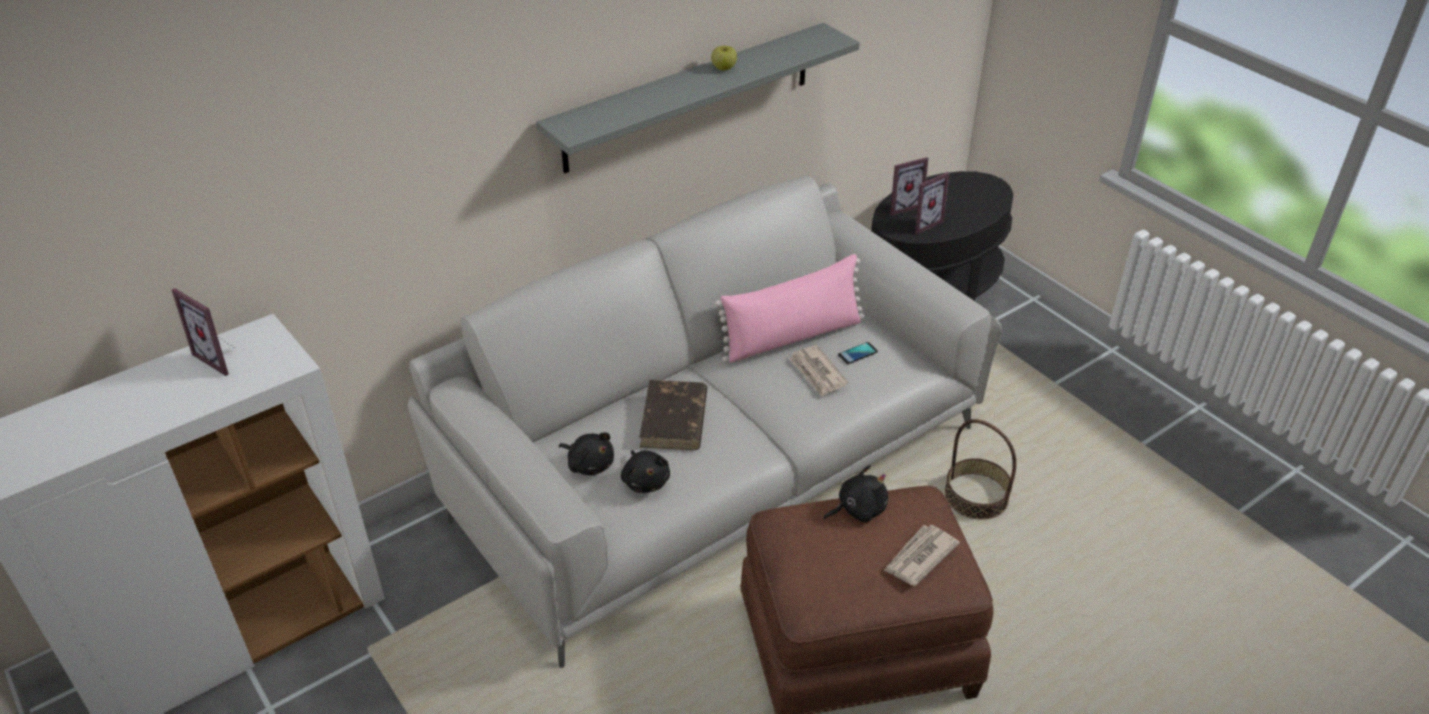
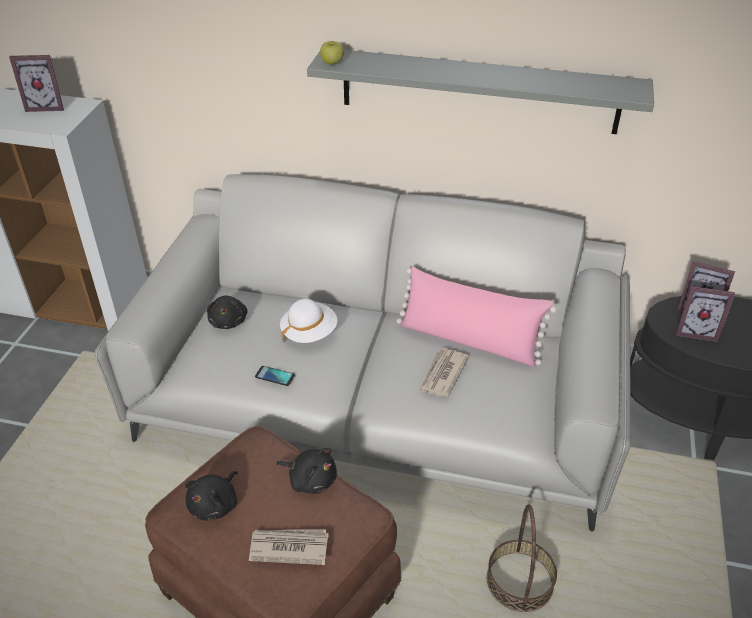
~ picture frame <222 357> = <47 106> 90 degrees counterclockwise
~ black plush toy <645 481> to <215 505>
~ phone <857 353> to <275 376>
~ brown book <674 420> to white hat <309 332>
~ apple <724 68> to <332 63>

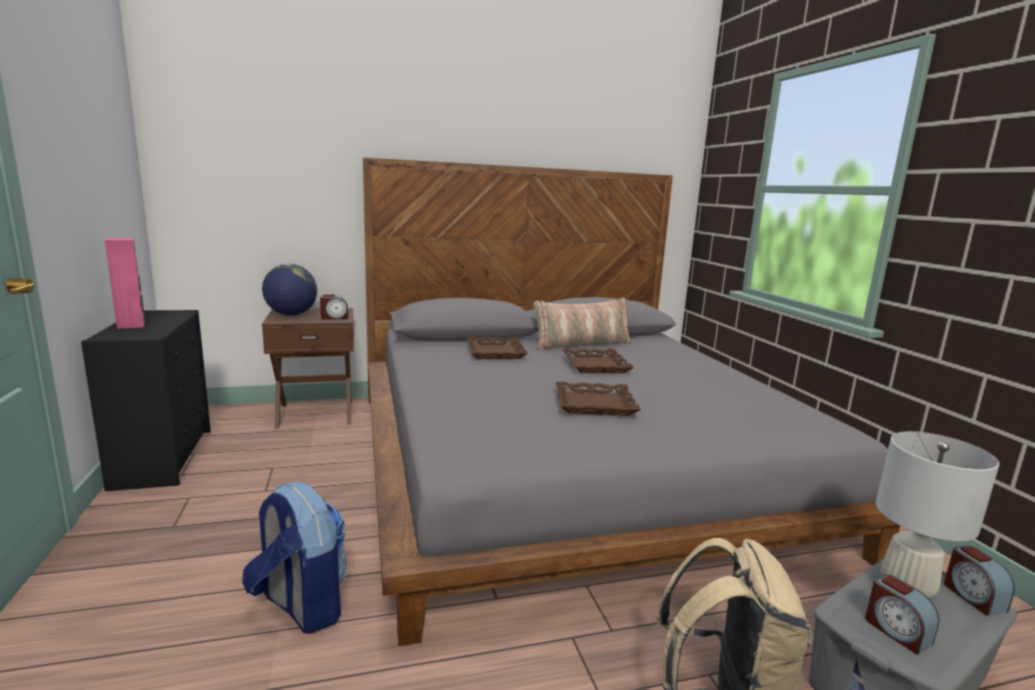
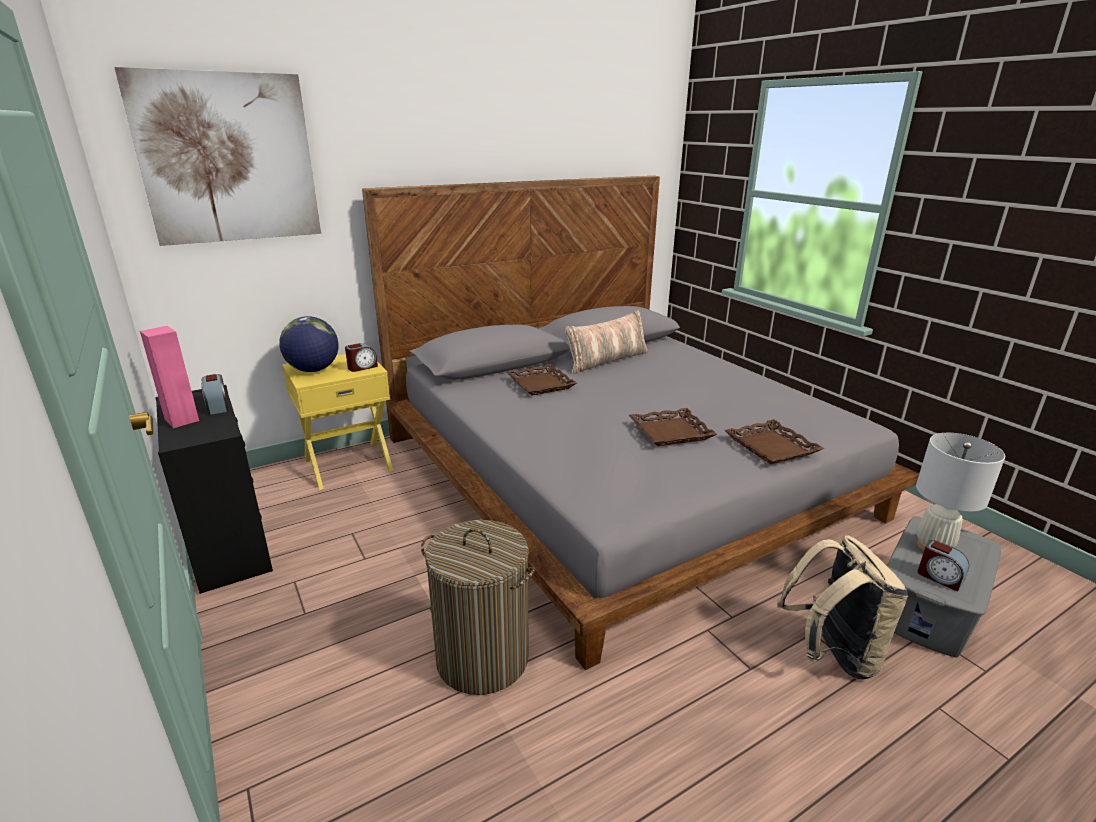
+ picture <228 159>
~ alarm clock <973 597> to <217 407>
~ brown nightstand <315 413> to yellow nightstand <348 464>
~ backpack <300 606> to laundry basket <482 658>
~ brown tray <596 365> to <772 447>

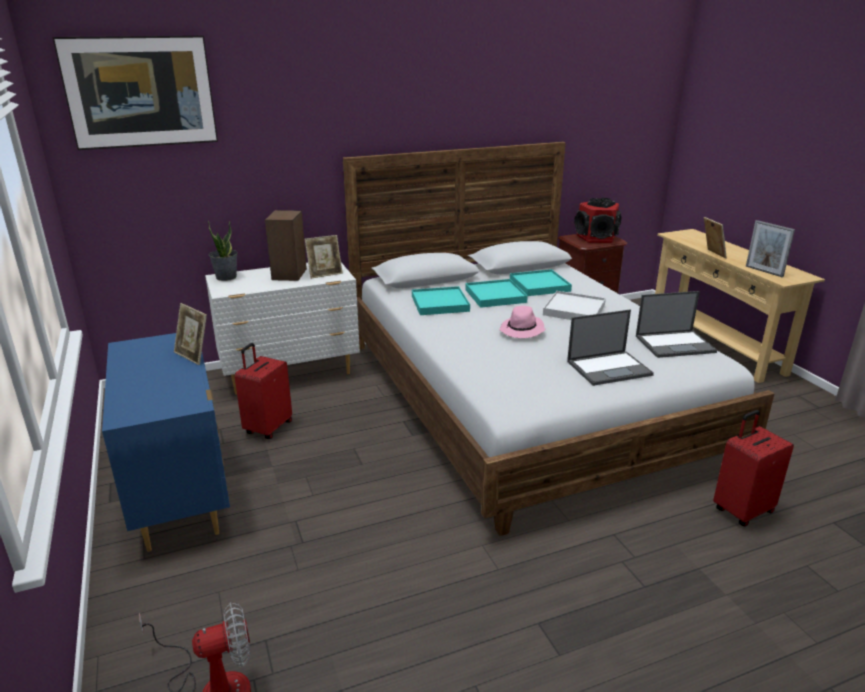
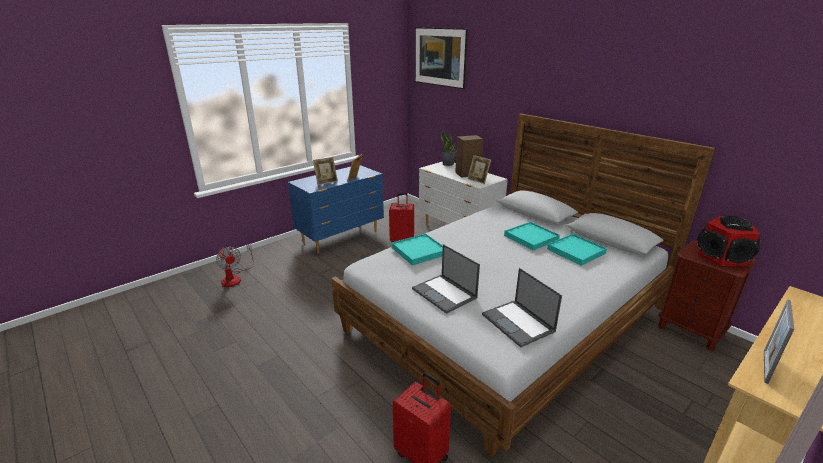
~ picture frame <711 254> to <326 182>
~ turquoise tray <440 304> to <419 251>
- pink hat <522 330>
- white tray <574 310>

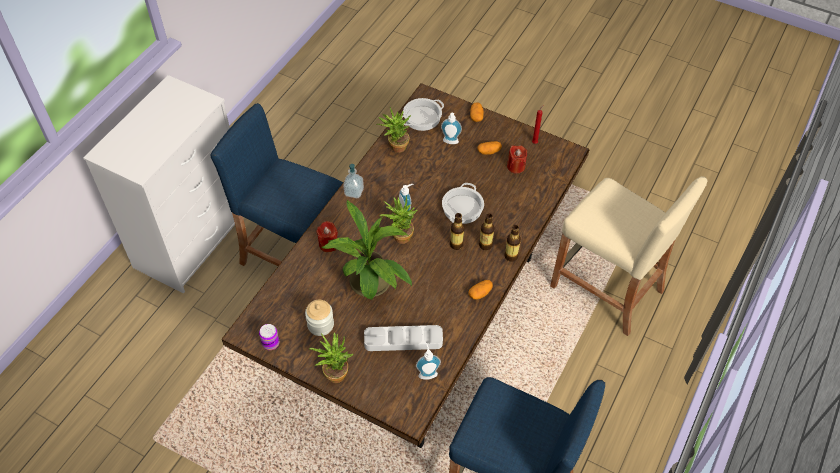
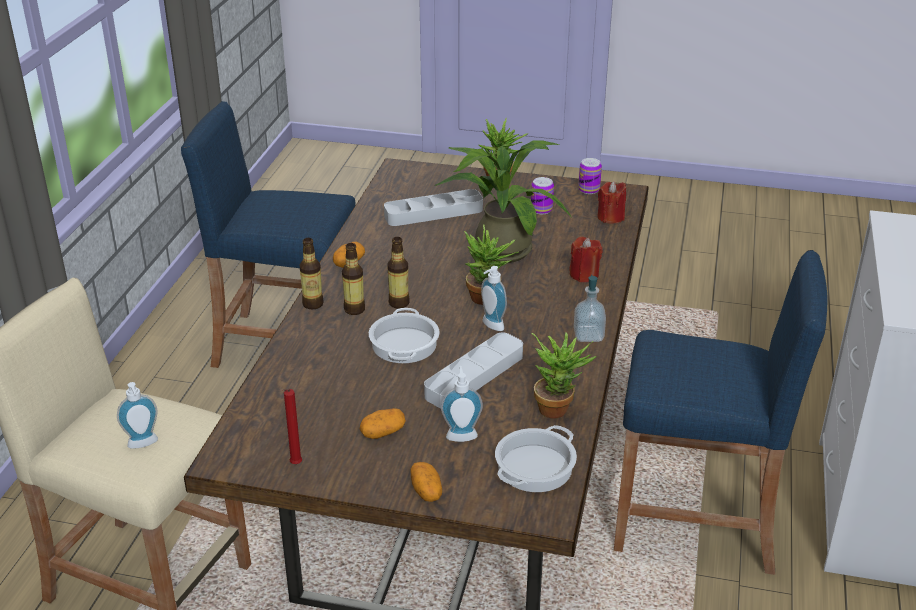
~ soap dispenser <427 373> to <143 445>
+ grey tray <474 376>
~ jar <320 325> to can <541 209>
~ red candle <516 166> to <610 217>

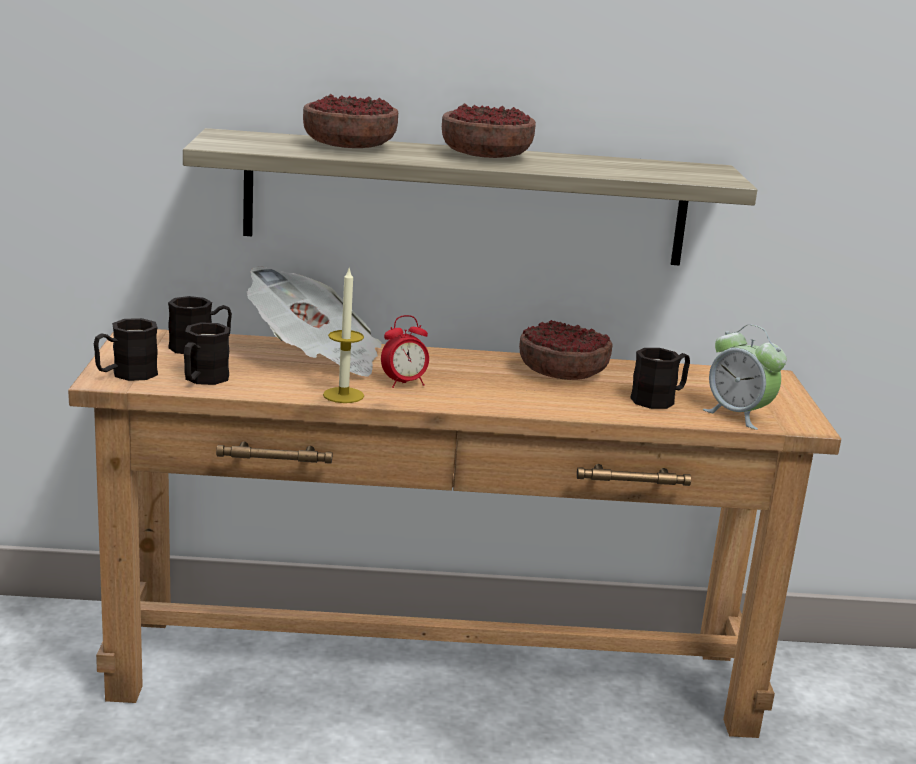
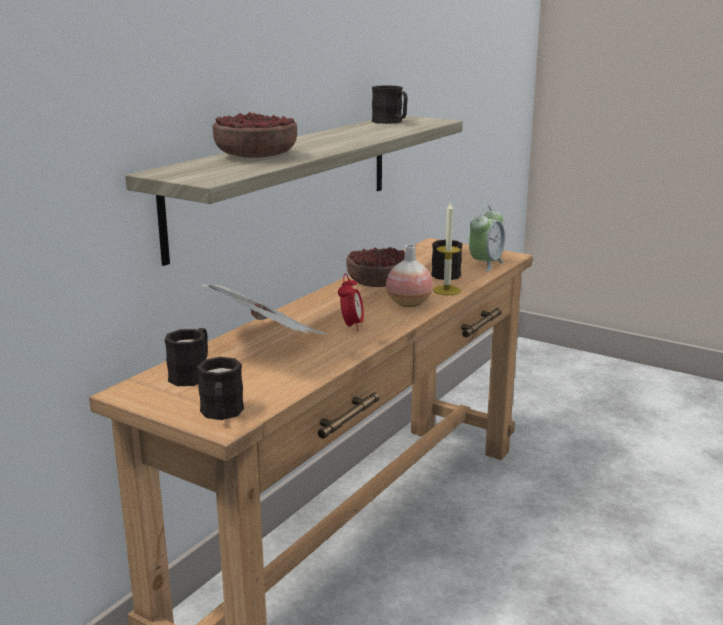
~ black mug <202 380> to <391 122>
+ vase <409 303>
~ candle <343 395> to <447 290>
~ alarm clock <738 415> = <485 264> 45 degrees counterclockwise
- bowl <487 155>

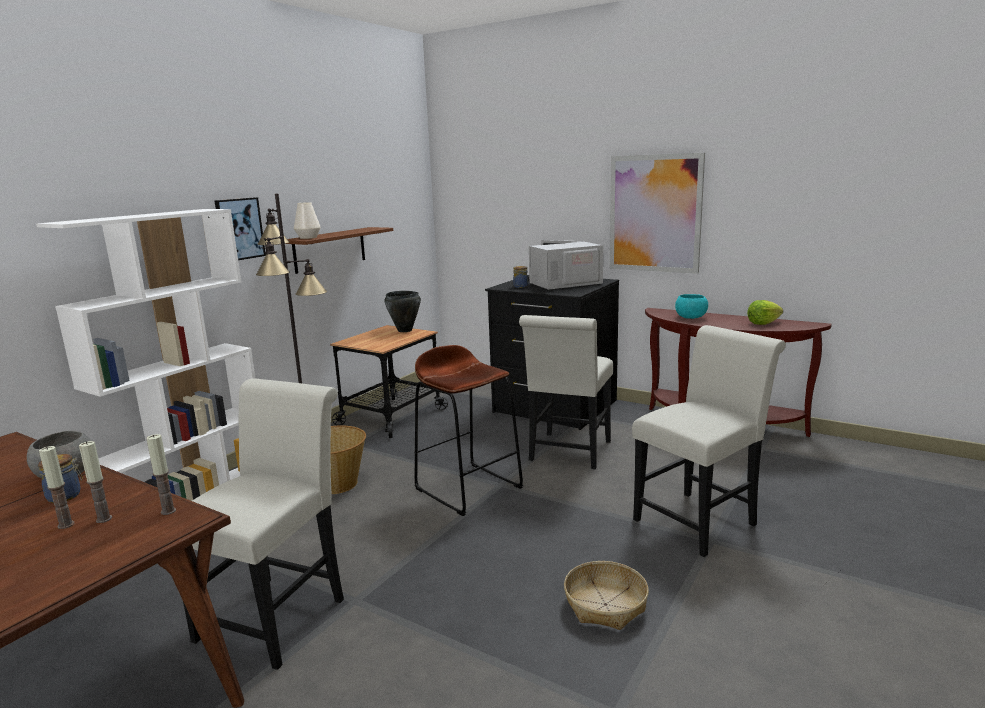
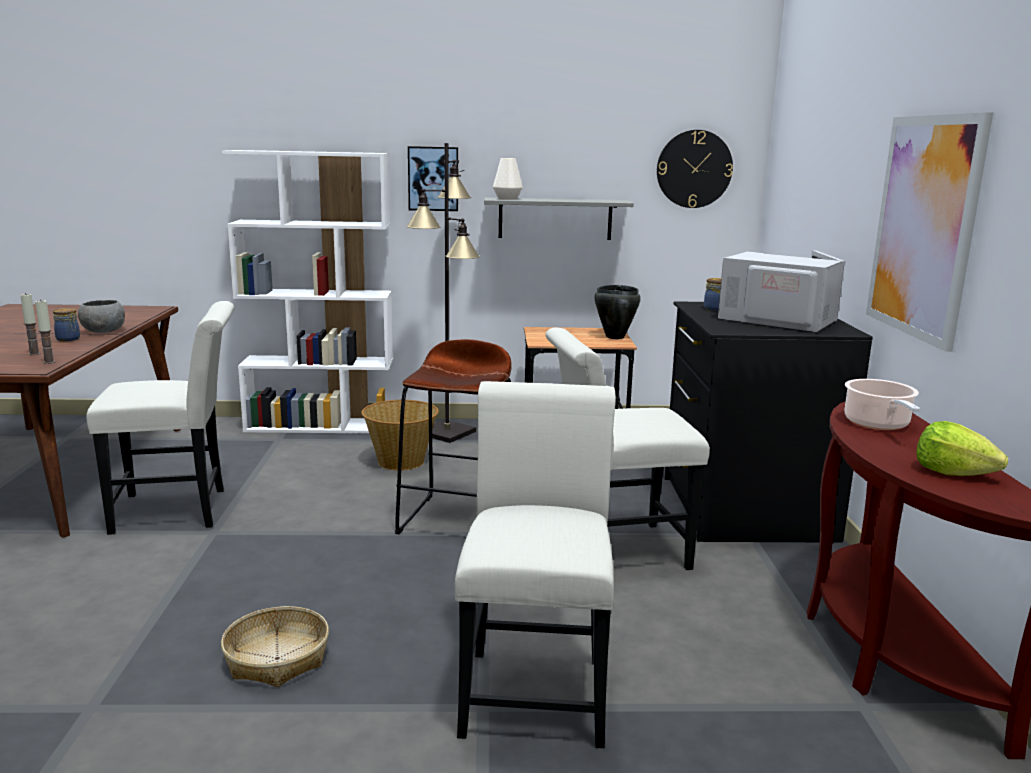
~ white chair <700 519> = <535 687> 105 degrees counterclockwise
~ brown shelf <330 249> to grey shelf <555 218>
+ wall clock <694 169>
~ turquoise bowl <691 317> to cooking pot <878 424>
- candle <66 525>

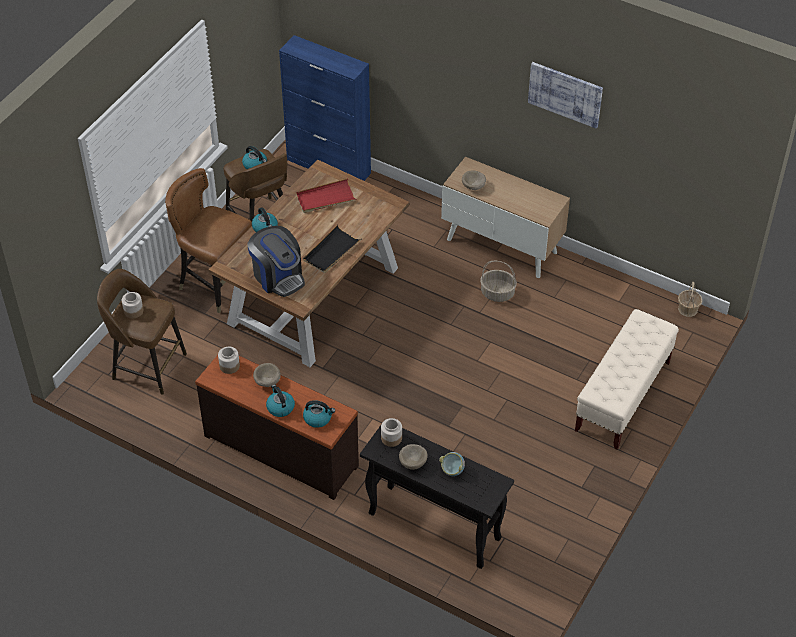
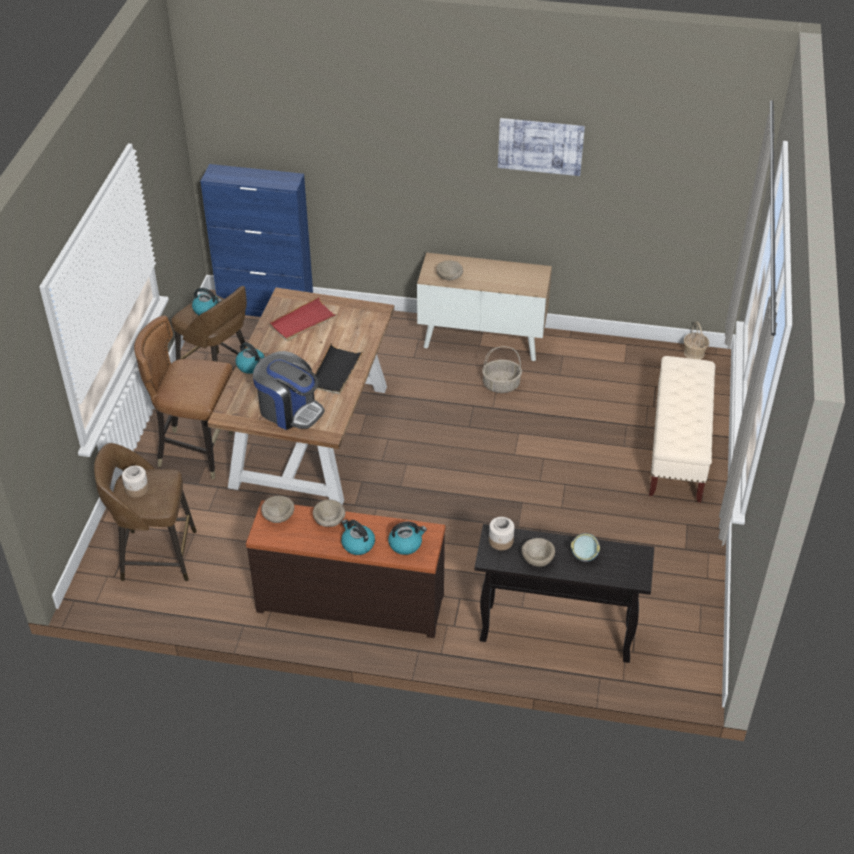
~ jar <229 366> to beige bowl <278 516>

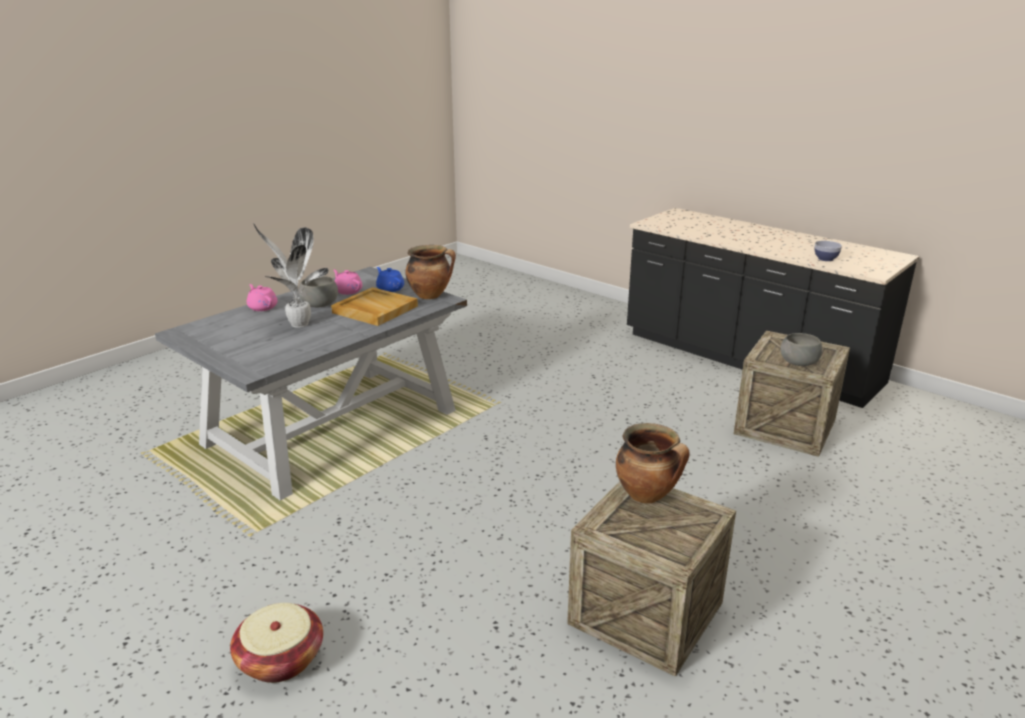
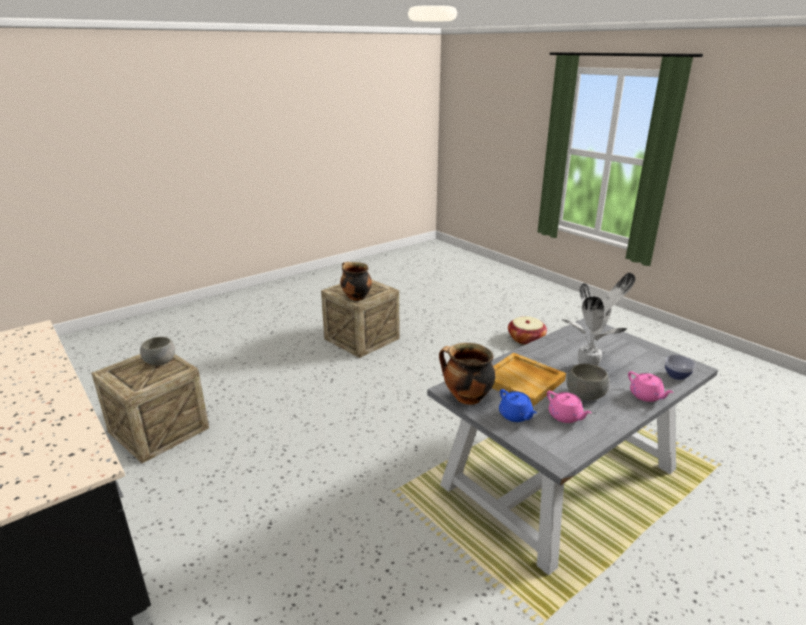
~ bowl <825 259> to <676 375>

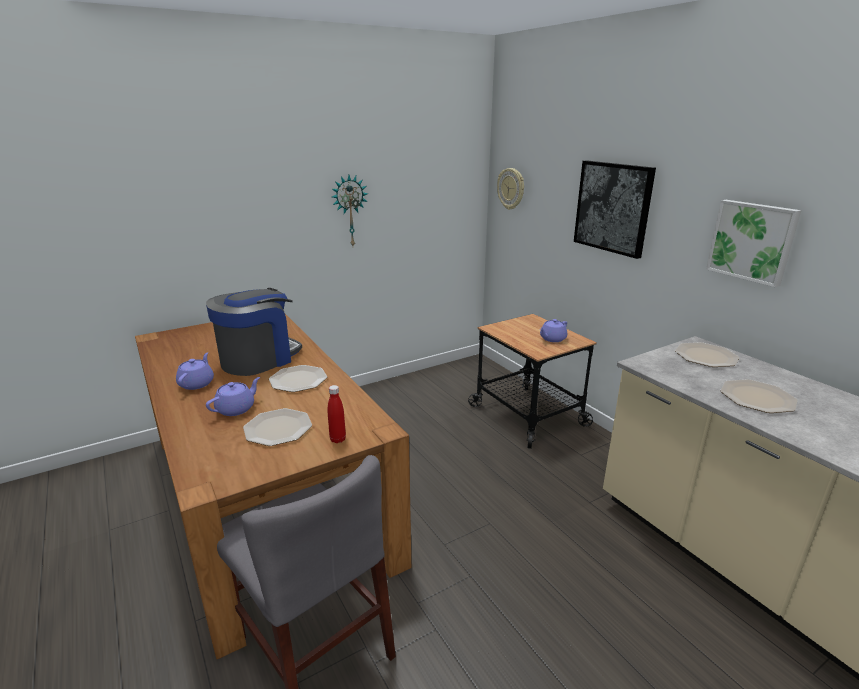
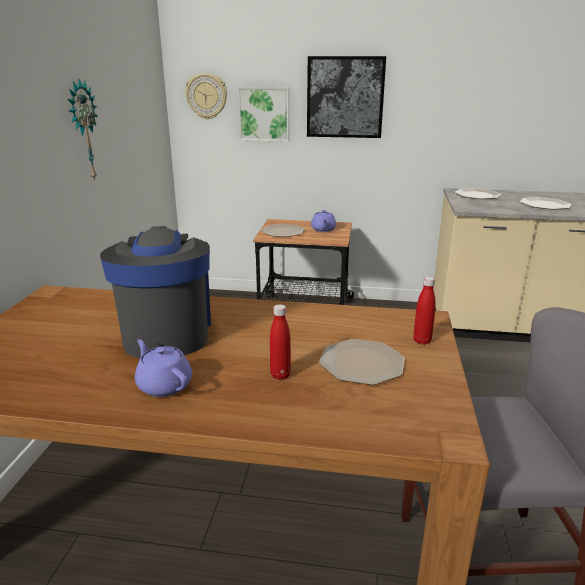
~ picture <752 241> to <264 114>
~ plate <299 380> to <283 231>
~ purple teapot <236 409> to red bottle <280 375>

